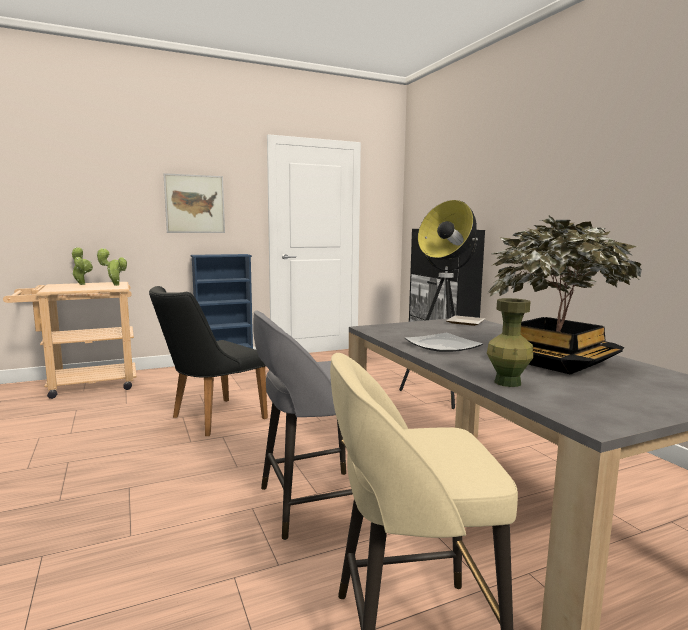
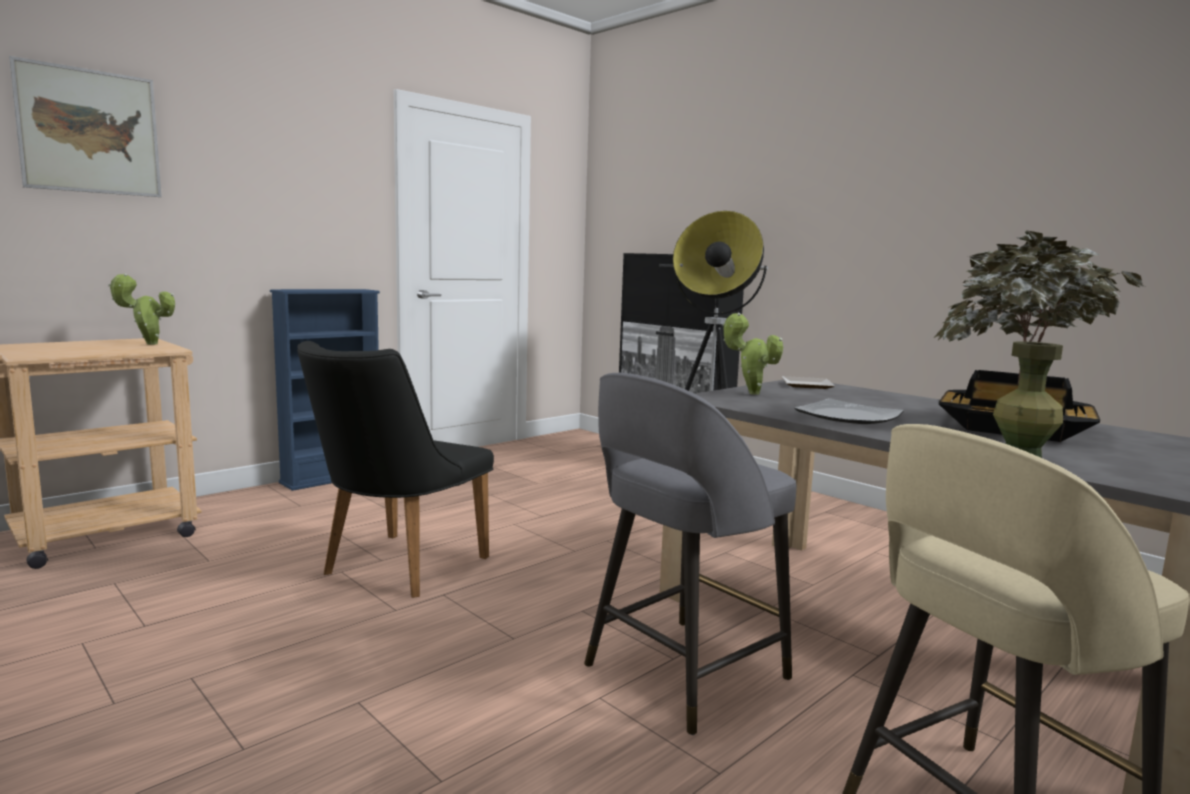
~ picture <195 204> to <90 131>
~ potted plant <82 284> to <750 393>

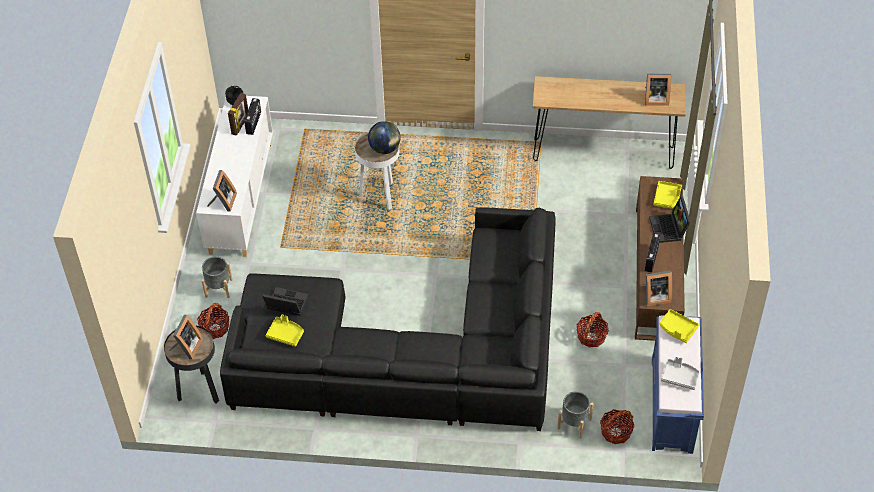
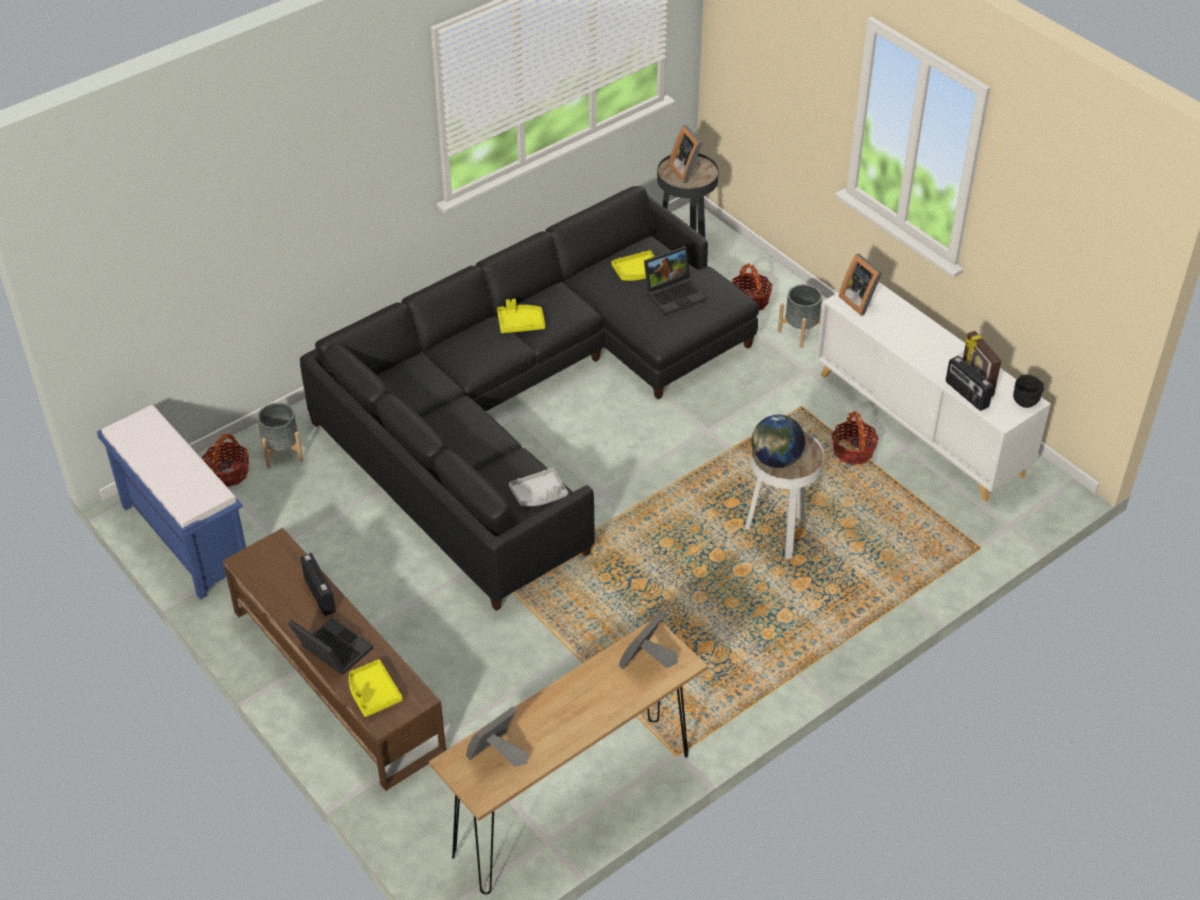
~ yellow tray <677 329> to <520 323>
~ grey tray <680 377> to <539 494>
~ picture frame <655 297> to <647 660>
~ basket <591 336> to <853 451>

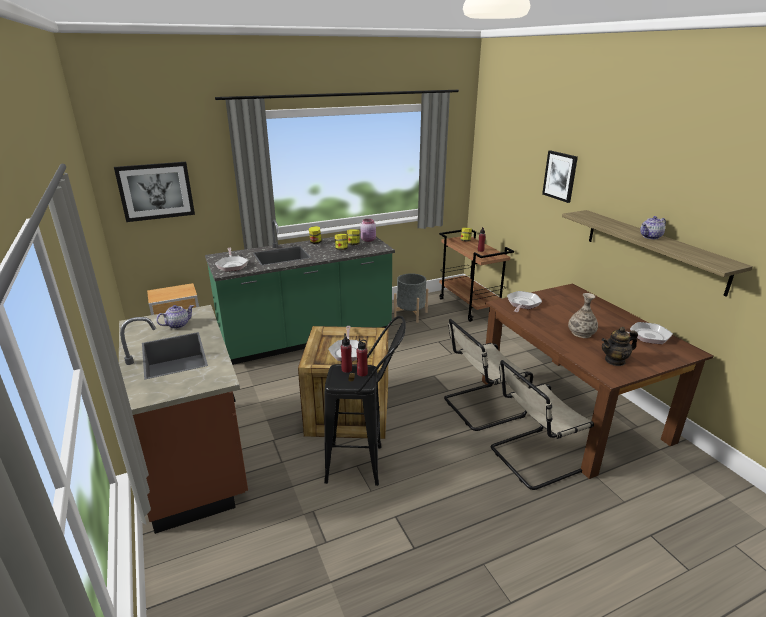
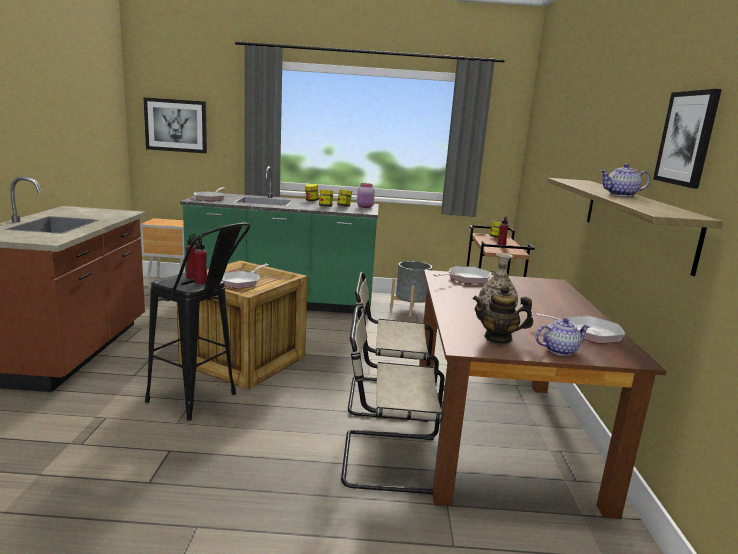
~ teapot <178 325> to <559 350>
~ picture <560 176> to <687 138>

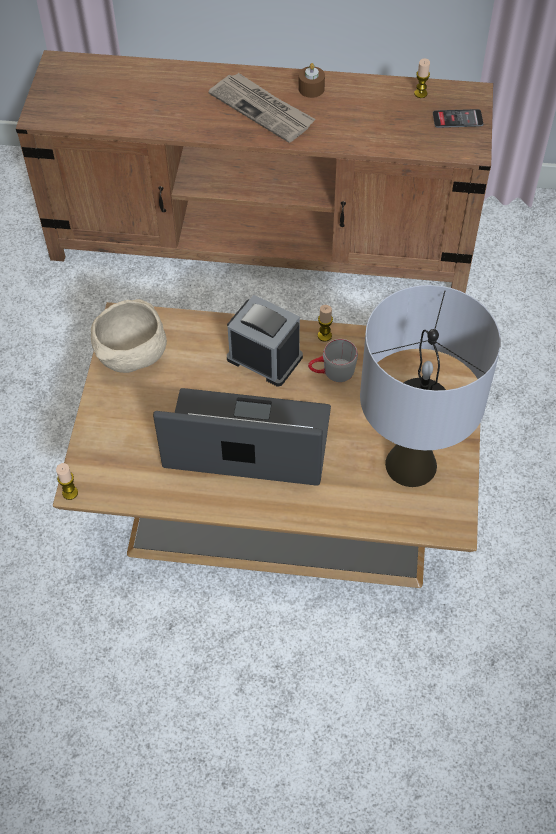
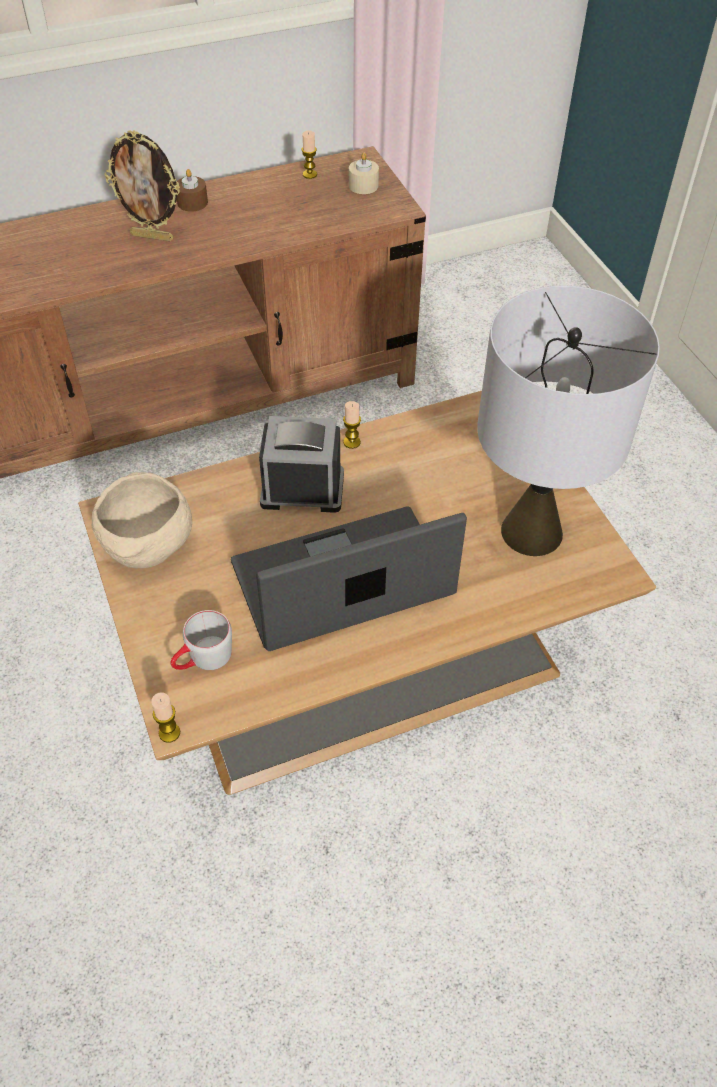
~ newspaper <263 109> to picture frame <153 236>
~ grey mug <332 372> to <203 660>
~ phone <457 119> to beige candle <363 185>

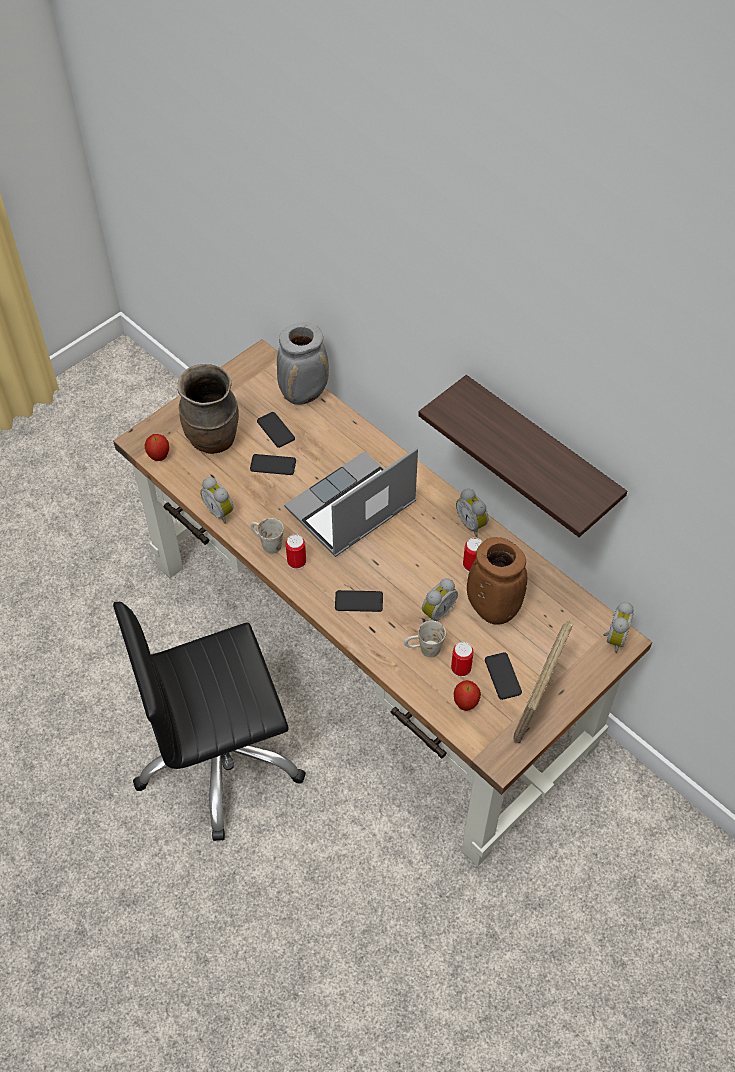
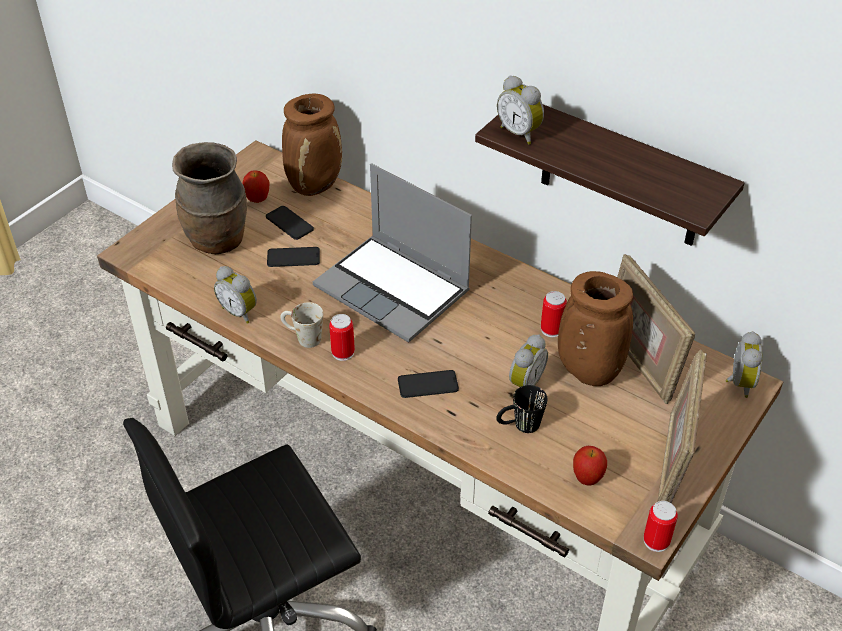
~ apple <159 457> to <257 200>
~ grey vase <304 393> to brown vase <315 185>
~ laptop <350 508> = <394 289> 90 degrees counterclockwise
~ white mug <423 649> to black mug <519 426>
~ alarm clock <472 524> to <520 133>
+ picture frame <639 361>
~ can <461 669> to <656 541>
- phone <503 676>

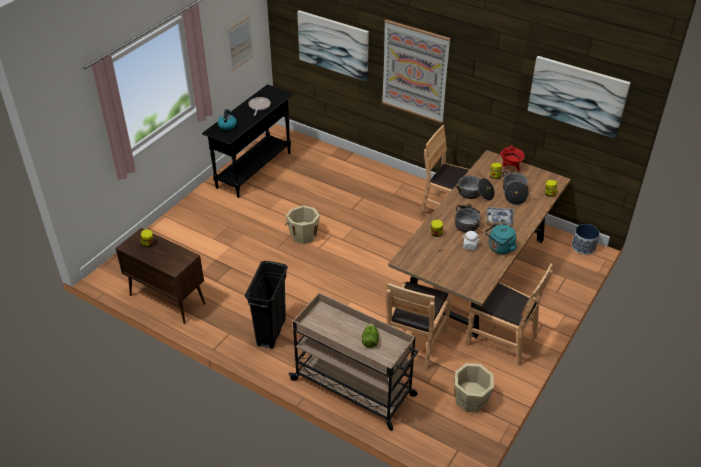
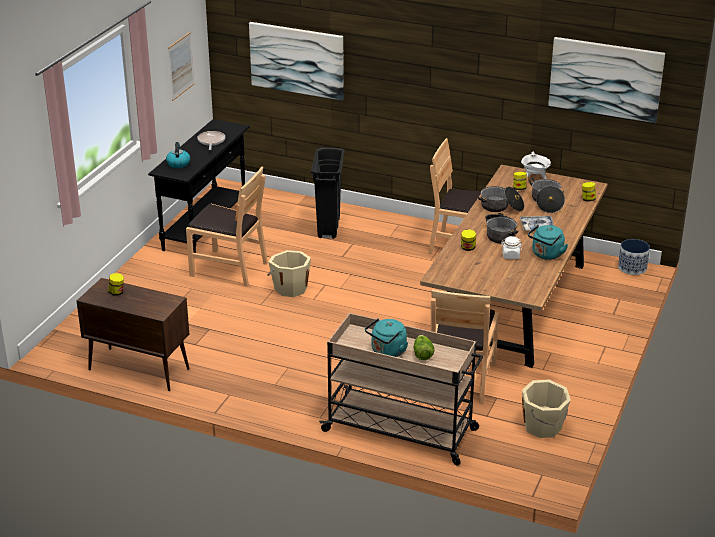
~ brown chair <501 339> to <229 268>
~ black trash can <271 332> to <328 227>
+ turquoise kettle <387 352>
~ red cooking pot <510 167> to white cooking pot <535 178>
- picture <415 71>

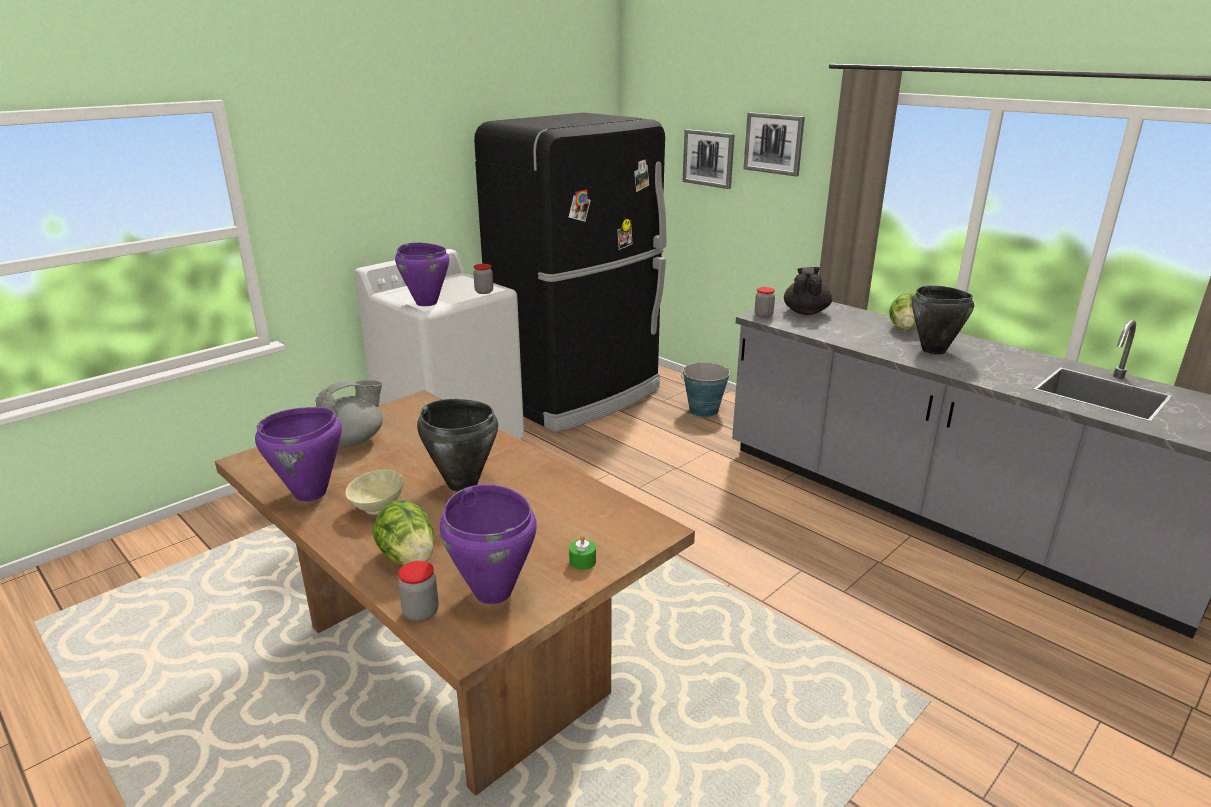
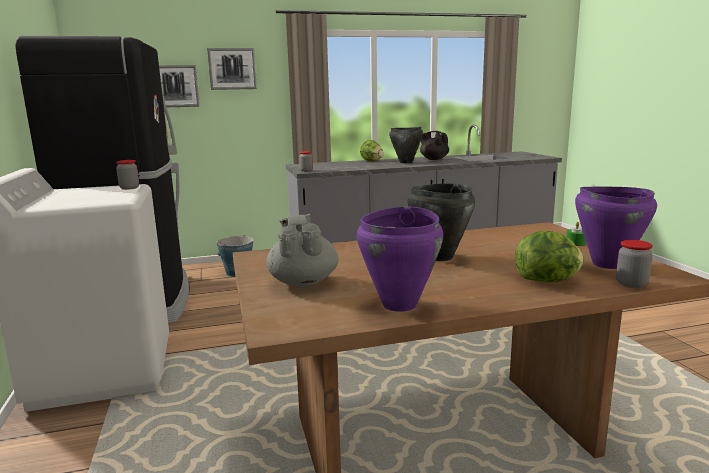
~ black teapot <805 312> to <433 159>
- beige bowl <377 508>
- purple cooking pot <426 303>

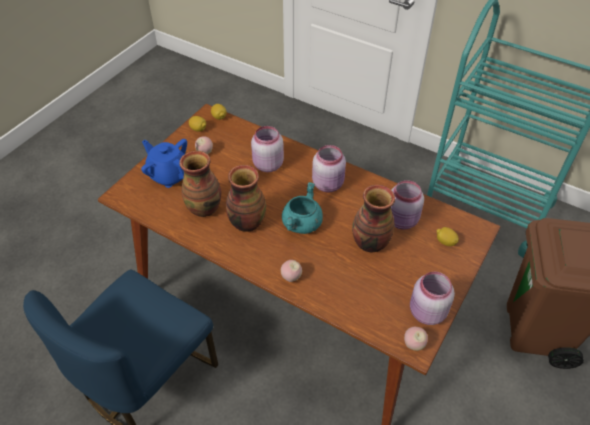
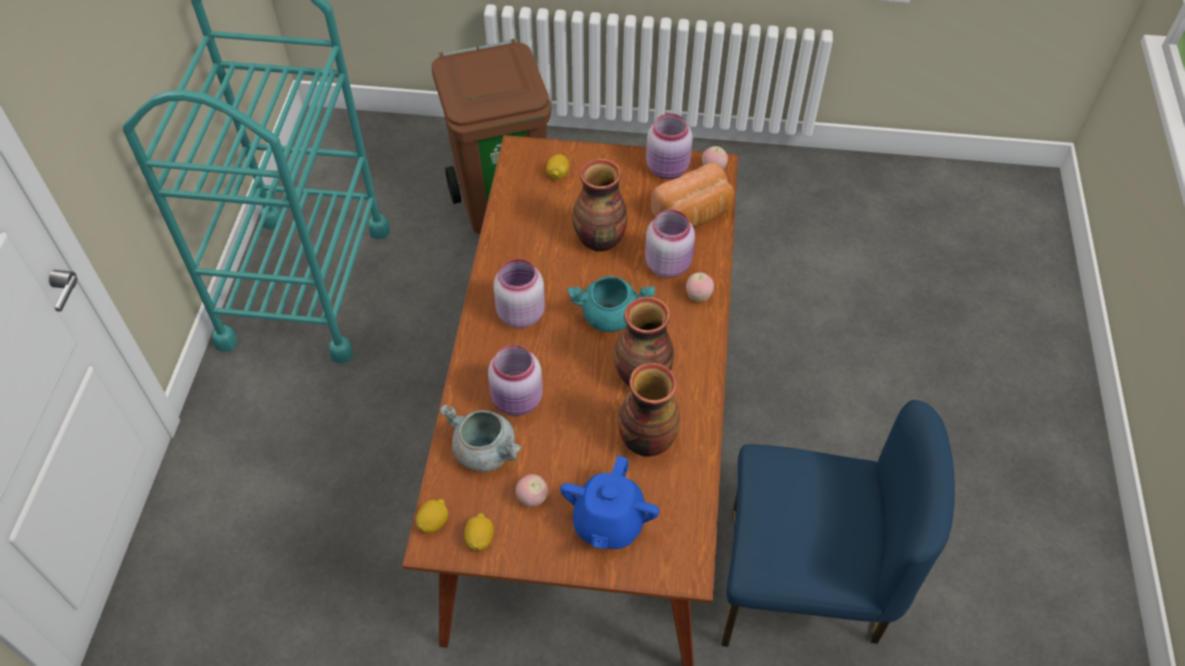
+ grey cooking pot <485 451>
~ pink jar <402 221> to <669 264>
+ bread <694 214>

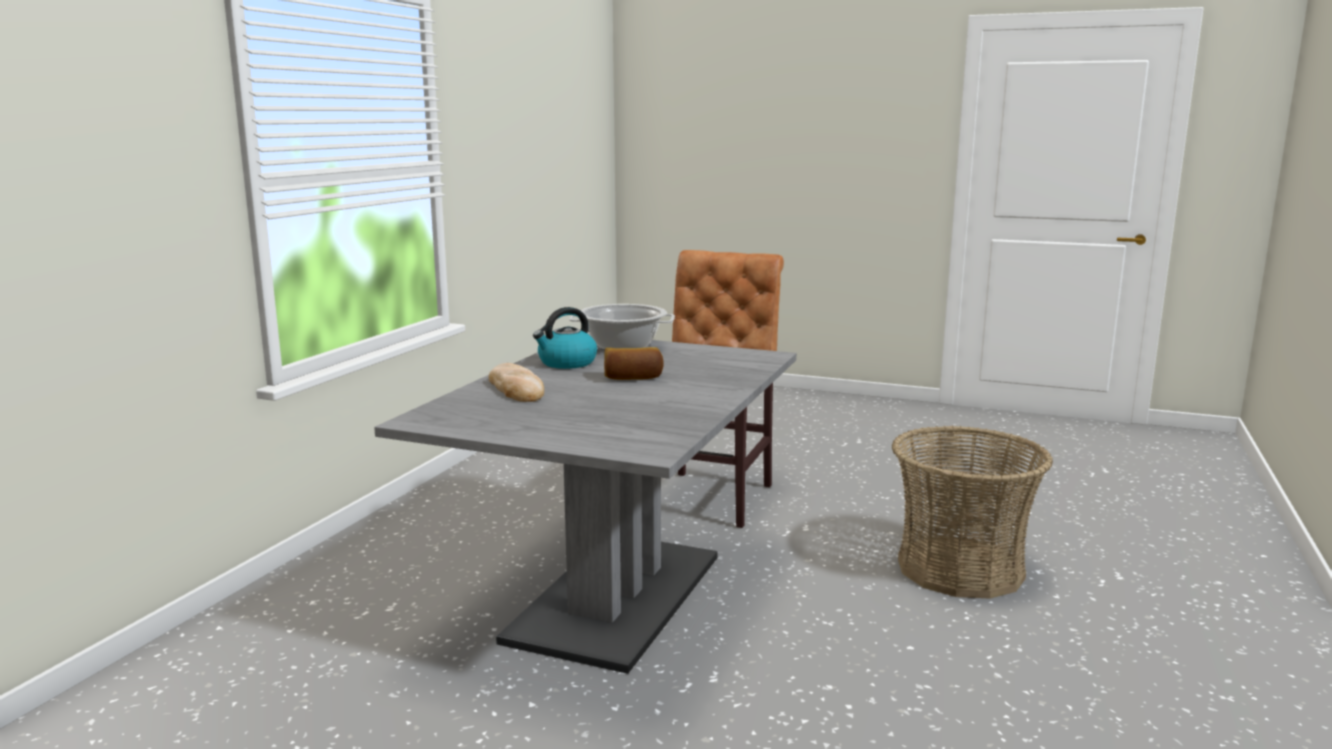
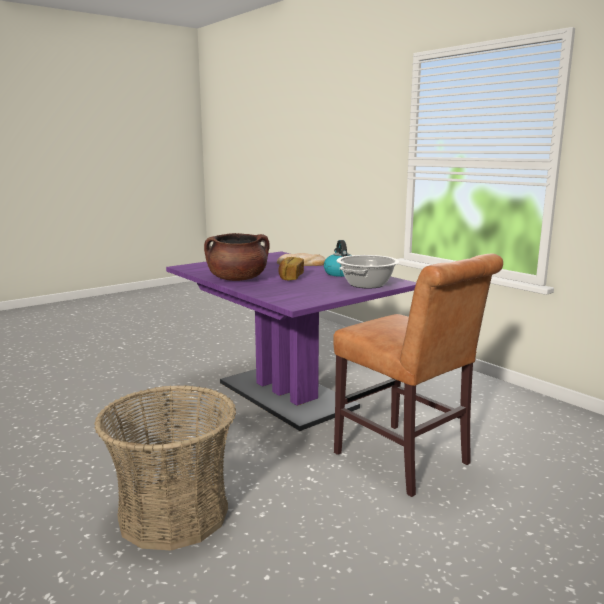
~ grey dining table <616 597> to purple dining table <286 395>
+ brown cooking pot <237 279>

